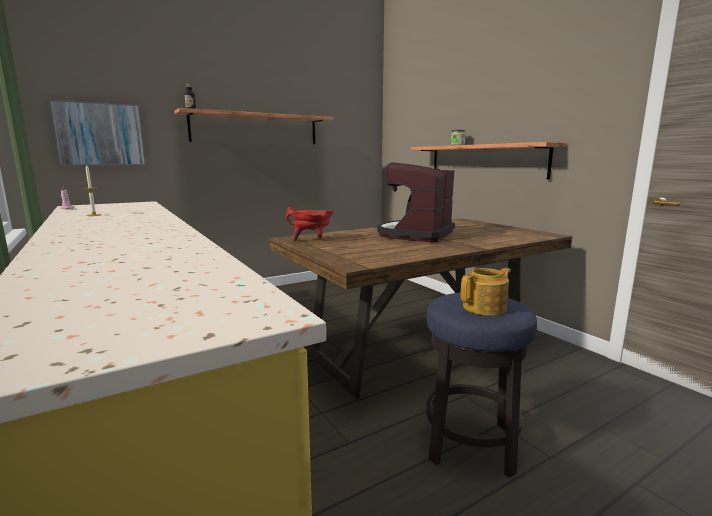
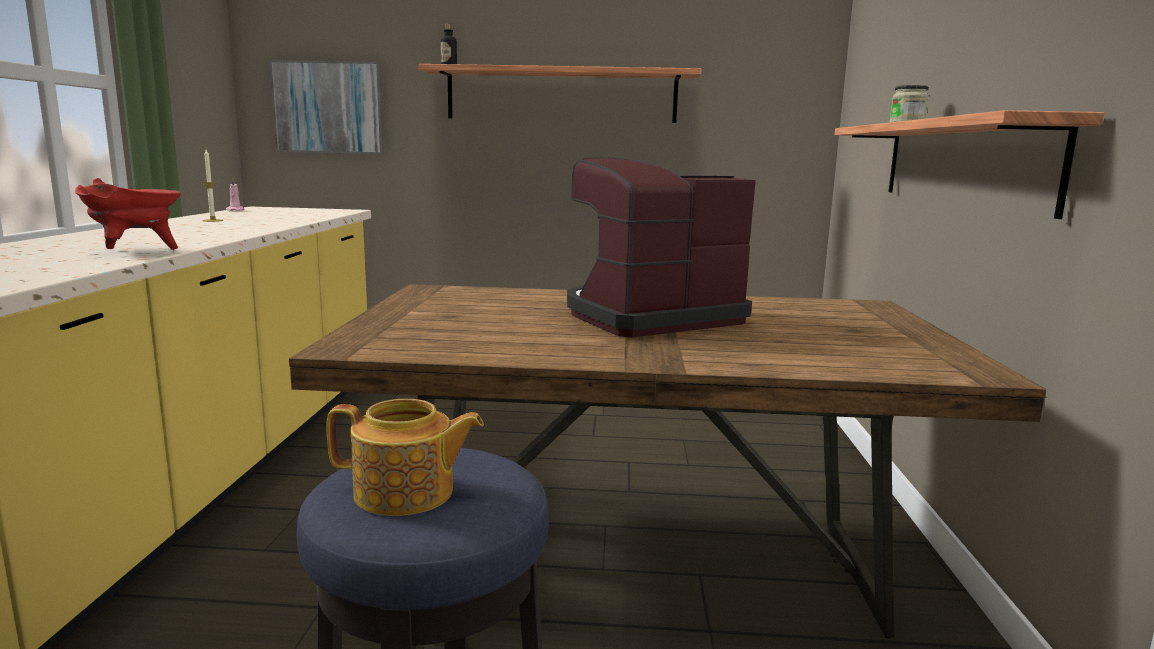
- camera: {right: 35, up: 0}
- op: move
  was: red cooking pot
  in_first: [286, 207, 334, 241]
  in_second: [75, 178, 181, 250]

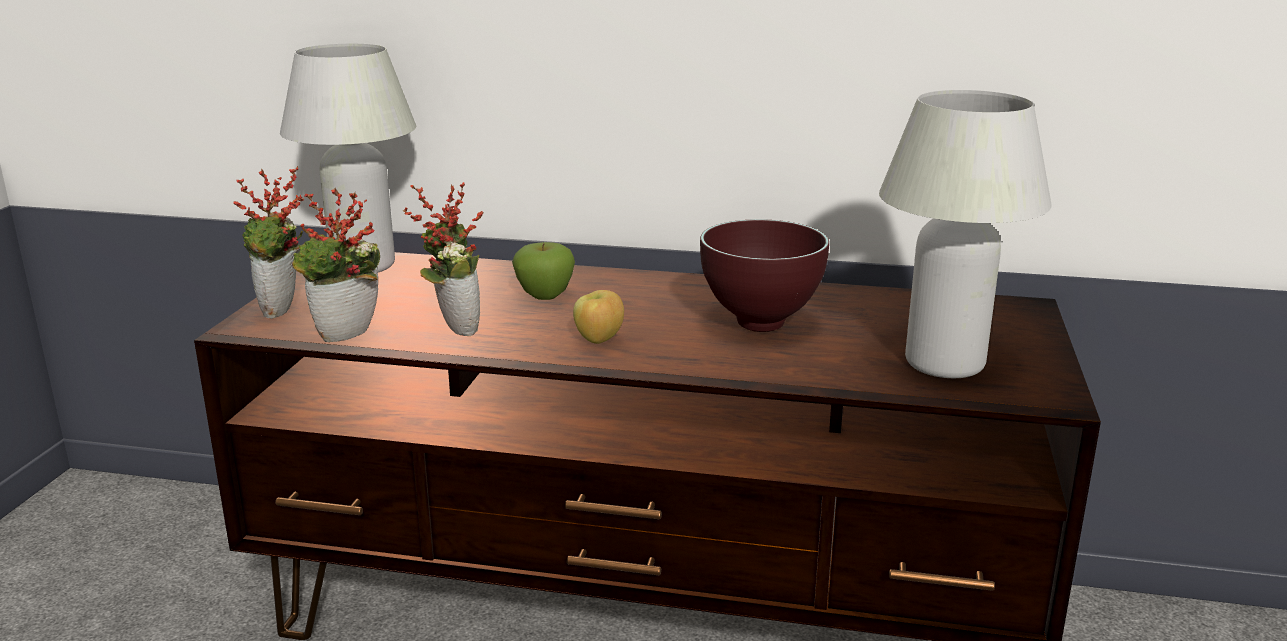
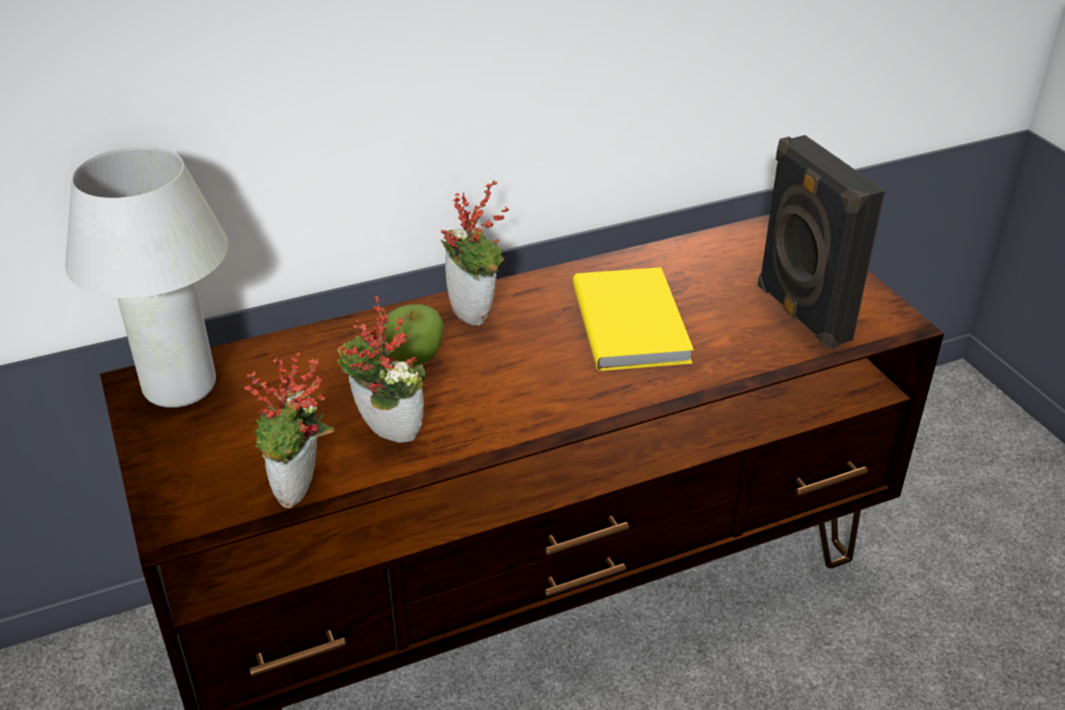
- camera: {right: -35, up: 15}
- op: delete
  was: apple
  in_first: [573, 290, 624, 344]
- op: move
  was: potted plant
  in_first: [233, 166, 304, 319]
  in_second: [441, 180, 510, 326]
- op: replace
  was: brown bowl
  now: yellow book
  in_first: [700, 219, 829, 332]
  in_second: [573, 267, 694, 371]
- op: replace
  was: white table lamp
  now: black speaker
  in_first: [879, 90, 1052, 378]
  in_second: [758, 135, 885, 350]

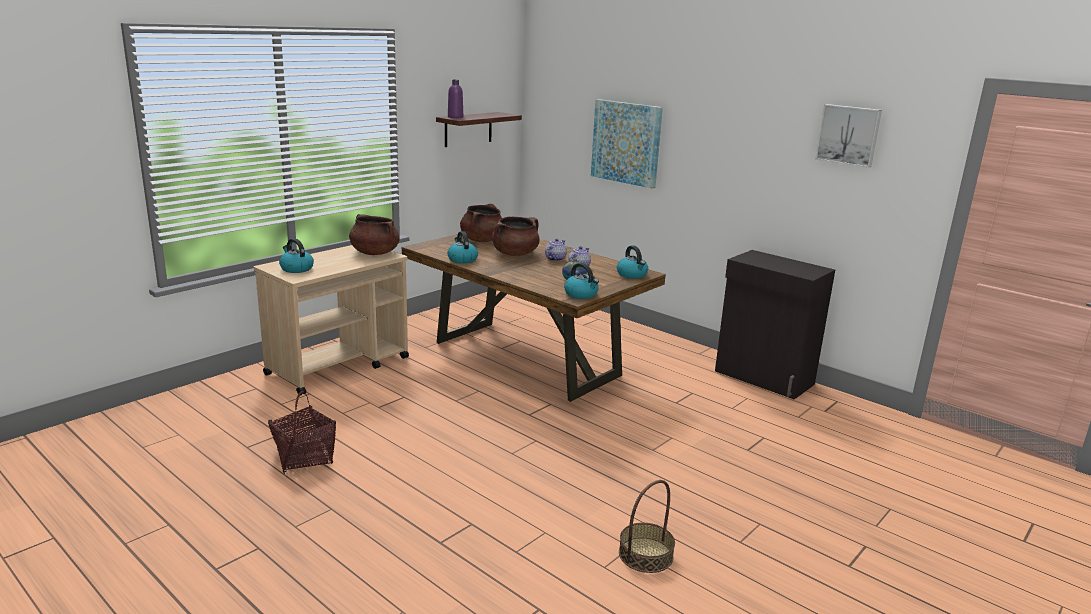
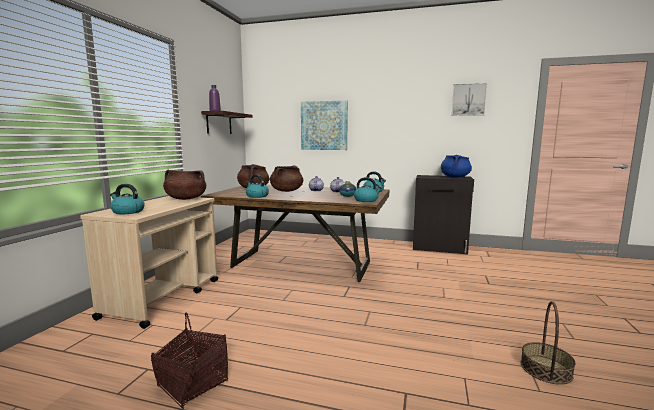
- camera: {right: -25, up: -10}
- op: insert
  now: blue cooking pot
  in_second: [441, 155, 472, 178]

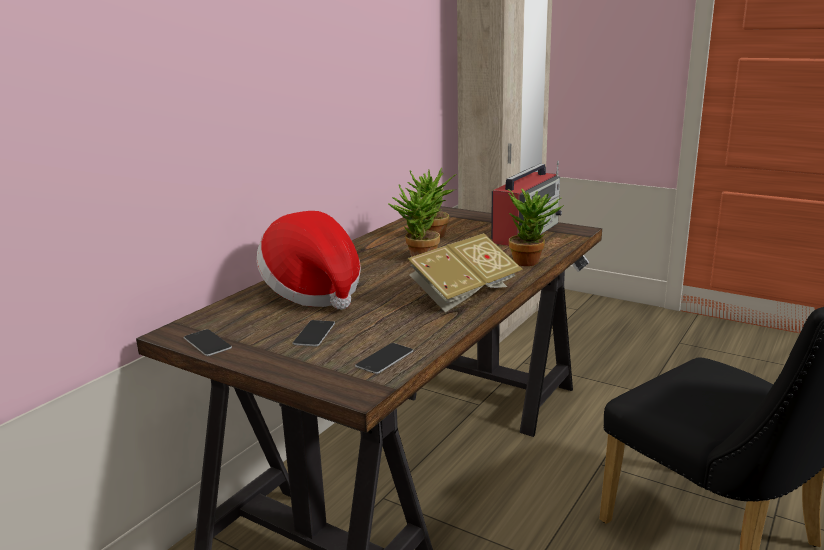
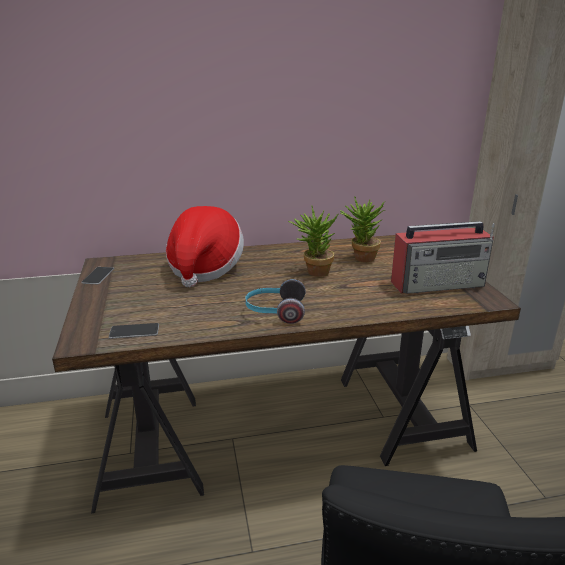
- camera: {right: 45, up: 5}
- op: delete
  was: phone
  in_first: [293, 320, 335, 346]
- op: delete
  was: potted plant
  in_first: [507, 189, 564, 266]
- op: replace
  was: book
  now: headphones
  in_first: [408, 233, 523, 312]
  in_second: [245, 279, 306, 324]

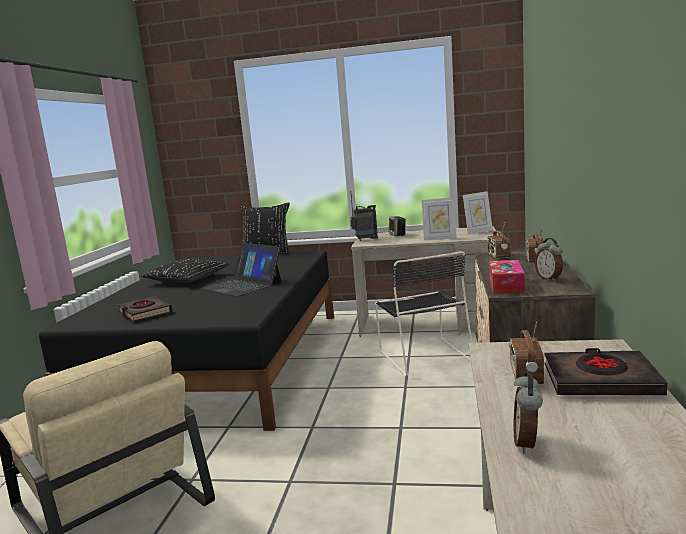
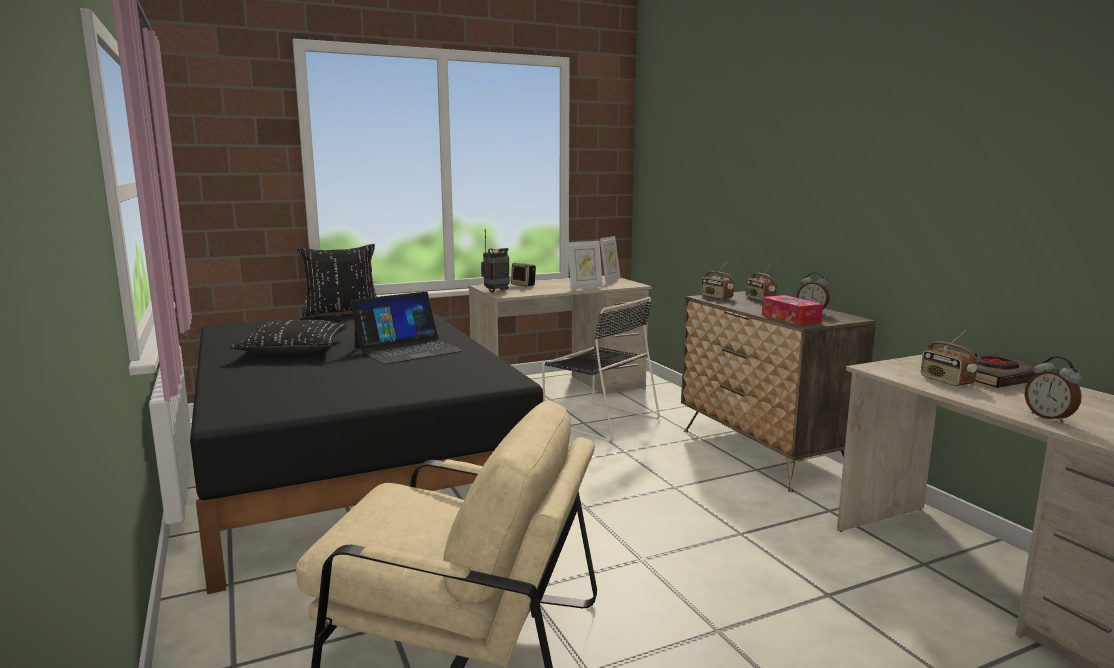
- camera: {right: -35, up: 0}
- op: delete
  was: black book
  in_first: [117, 296, 172, 321]
- op: rotate
  was: laptop
  in_first: [201, 243, 282, 297]
  in_second: [350, 292, 463, 364]
  clockwise: -45

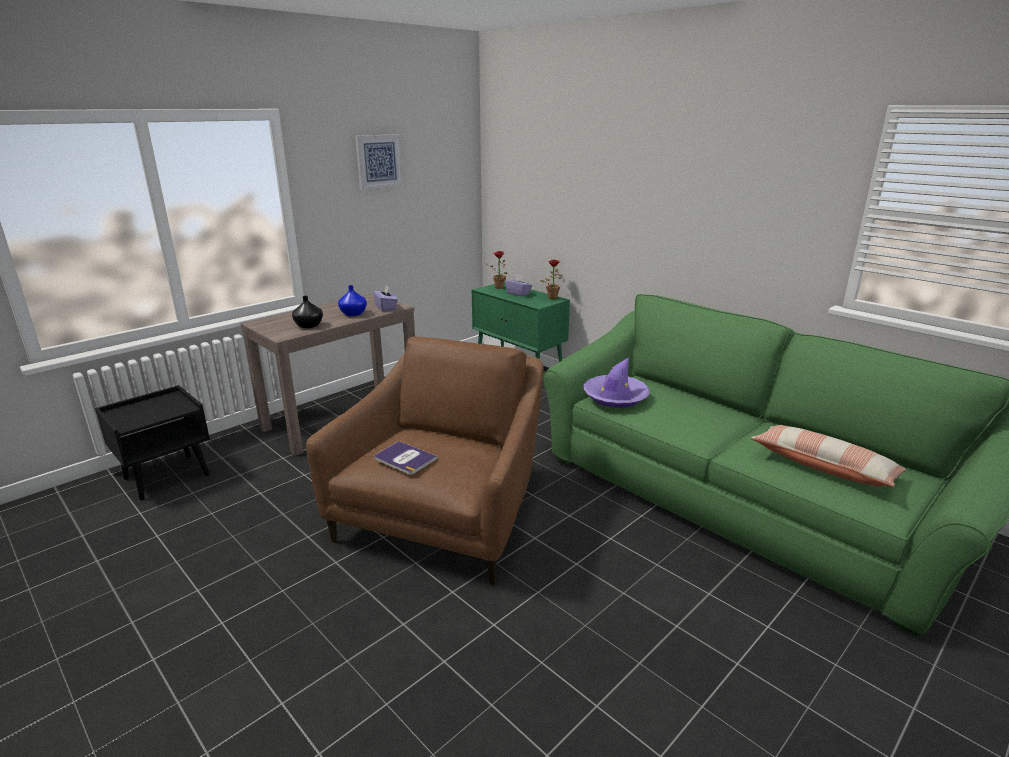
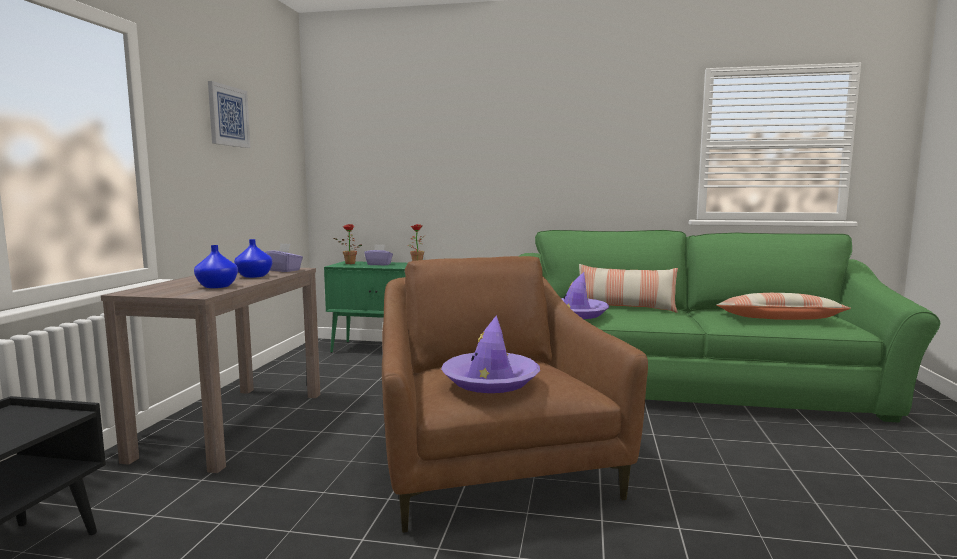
- camera: {right: -35, up: -15}
- op: insert
  now: pillow
  in_second: [579, 264, 678, 313]
- op: replace
  was: book
  now: purple hat
  in_first: [375, 441, 437, 475]
  in_second: [441, 315, 540, 393]
- op: recolor
  was: black vase
  now: blue vase
  in_first: [292, 296, 323, 328]
  in_second: [194, 245, 238, 288]

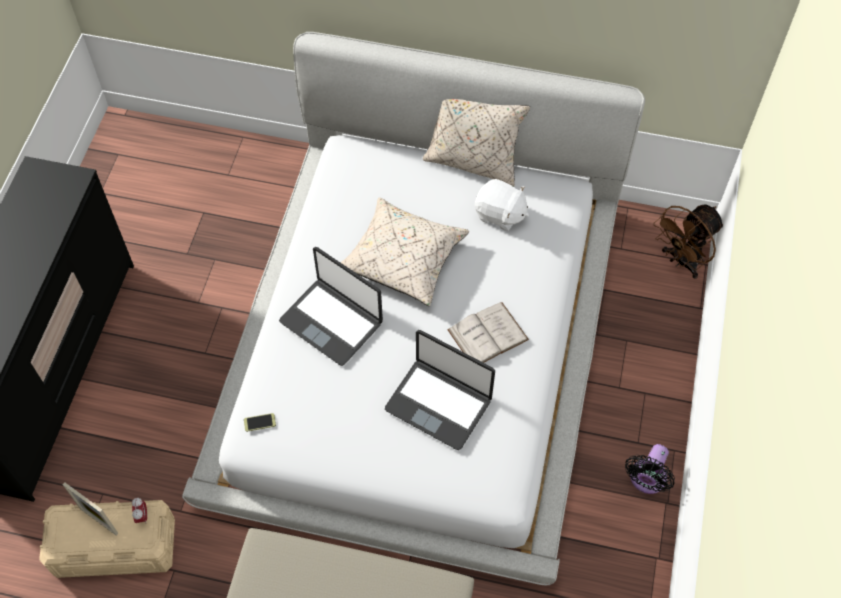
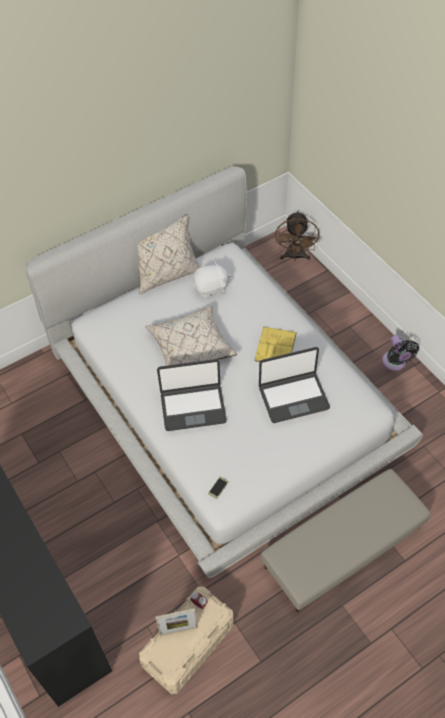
- camera: {right: -45, up: -5}
- op: recolor
  was: white book
  now: yellow book
  in_first: [447, 302, 529, 363]
  in_second: [254, 327, 297, 362]

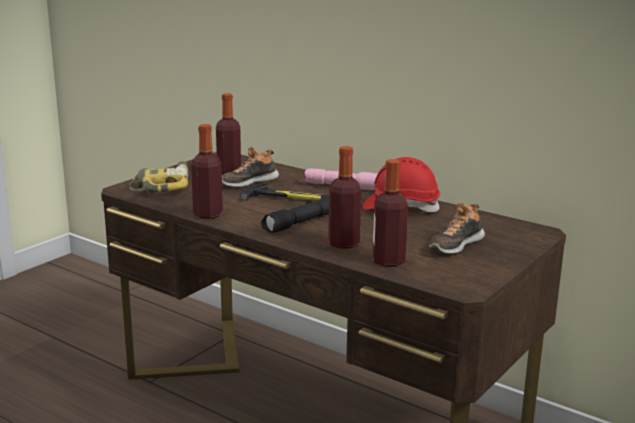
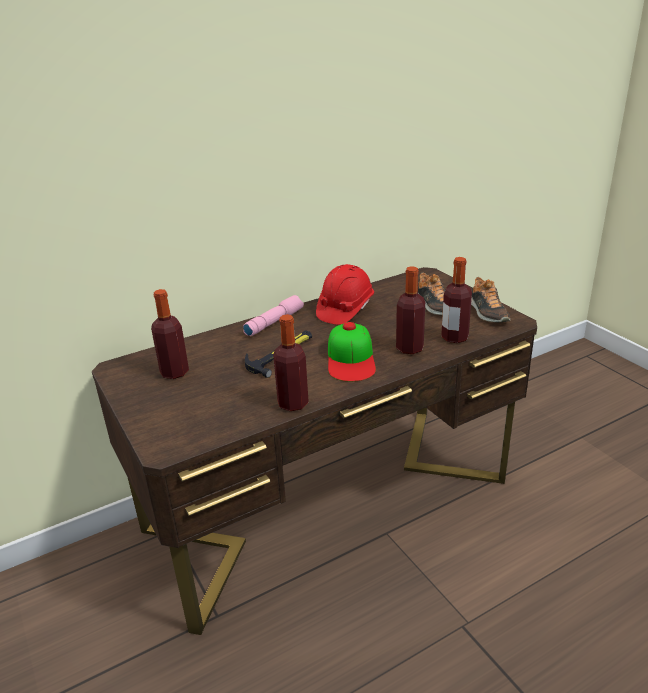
- camera: {right: -65, up: 10}
- op: delete
  was: power drill
  in_first: [129, 161, 188, 193]
- op: move
  was: shoe
  in_first: [222, 147, 279, 187]
  in_second: [471, 277, 510, 323]
- op: replace
  was: black flashlight
  now: cap
  in_first: [261, 197, 329, 233]
  in_second: [328, 322, 376, 382]

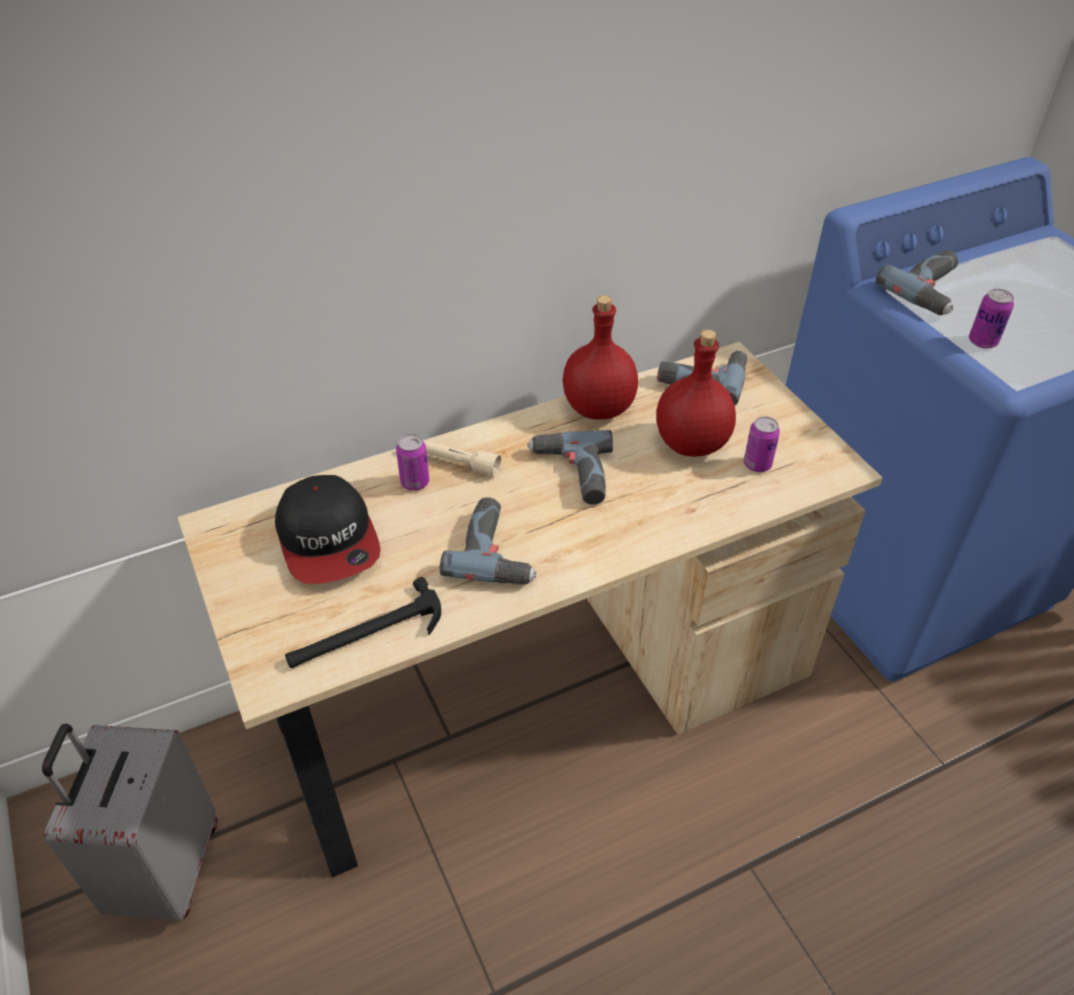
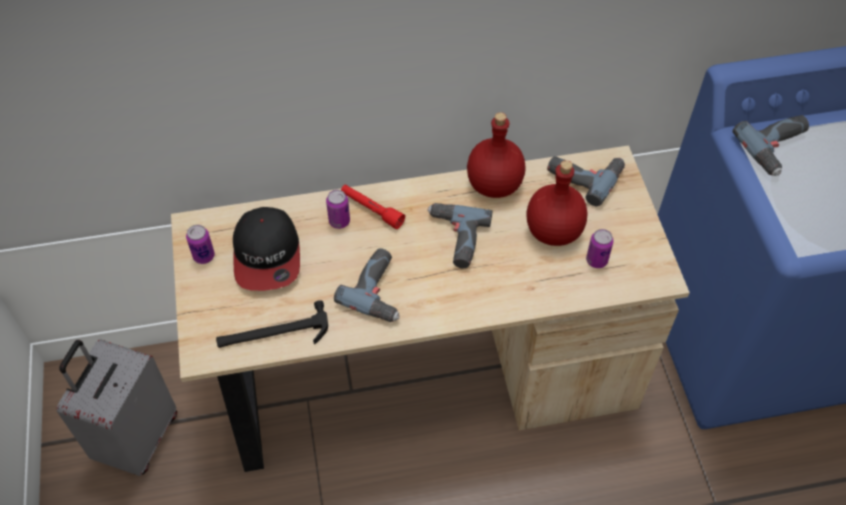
- camera: {right: 15, up: 10}
- op: move
  was: can
  in_first: [969, 289, 1014, 349]
  in_second: [186, 225, 215, 264]
- op: recolor
  was: beige flashlight
  now: red flashlight
  in_first: [423, 440, 501, 477]
  in_second: [341, 185, 405, 229]

